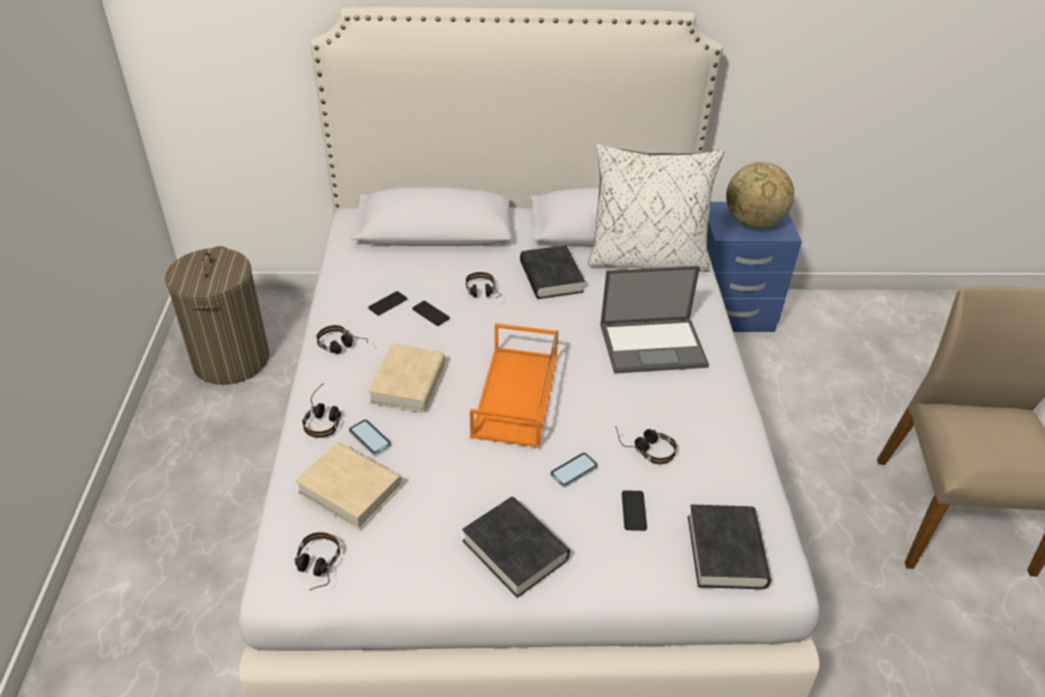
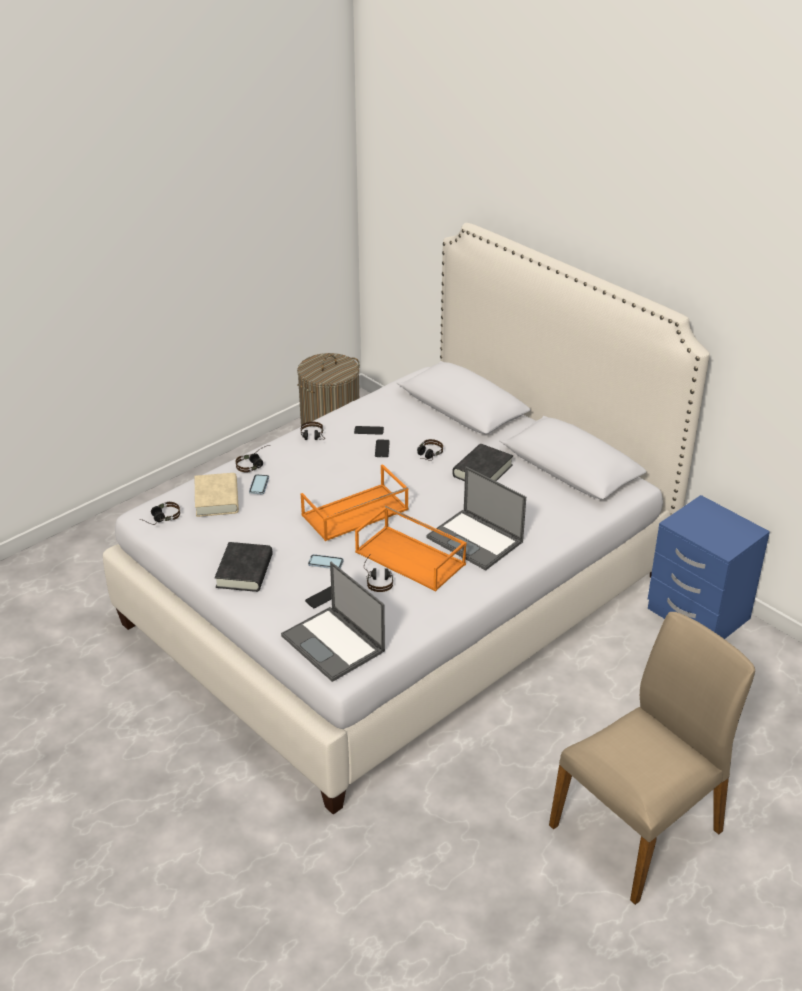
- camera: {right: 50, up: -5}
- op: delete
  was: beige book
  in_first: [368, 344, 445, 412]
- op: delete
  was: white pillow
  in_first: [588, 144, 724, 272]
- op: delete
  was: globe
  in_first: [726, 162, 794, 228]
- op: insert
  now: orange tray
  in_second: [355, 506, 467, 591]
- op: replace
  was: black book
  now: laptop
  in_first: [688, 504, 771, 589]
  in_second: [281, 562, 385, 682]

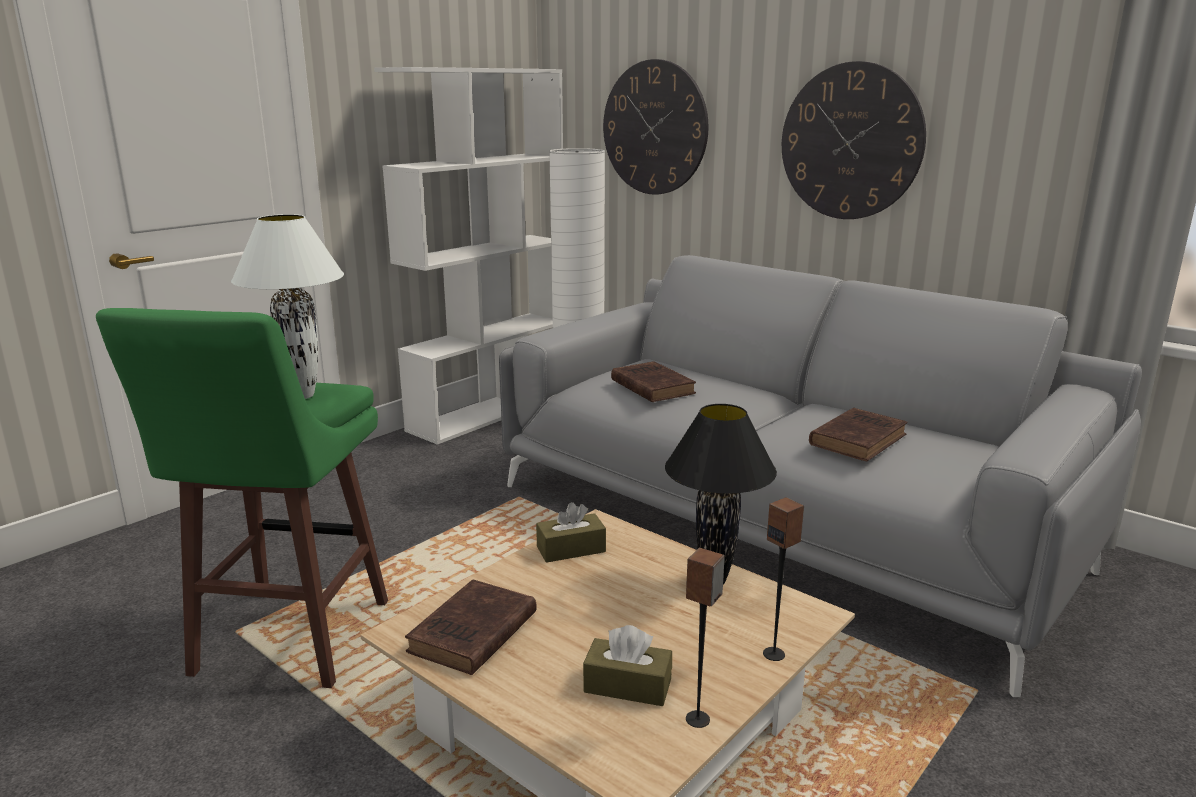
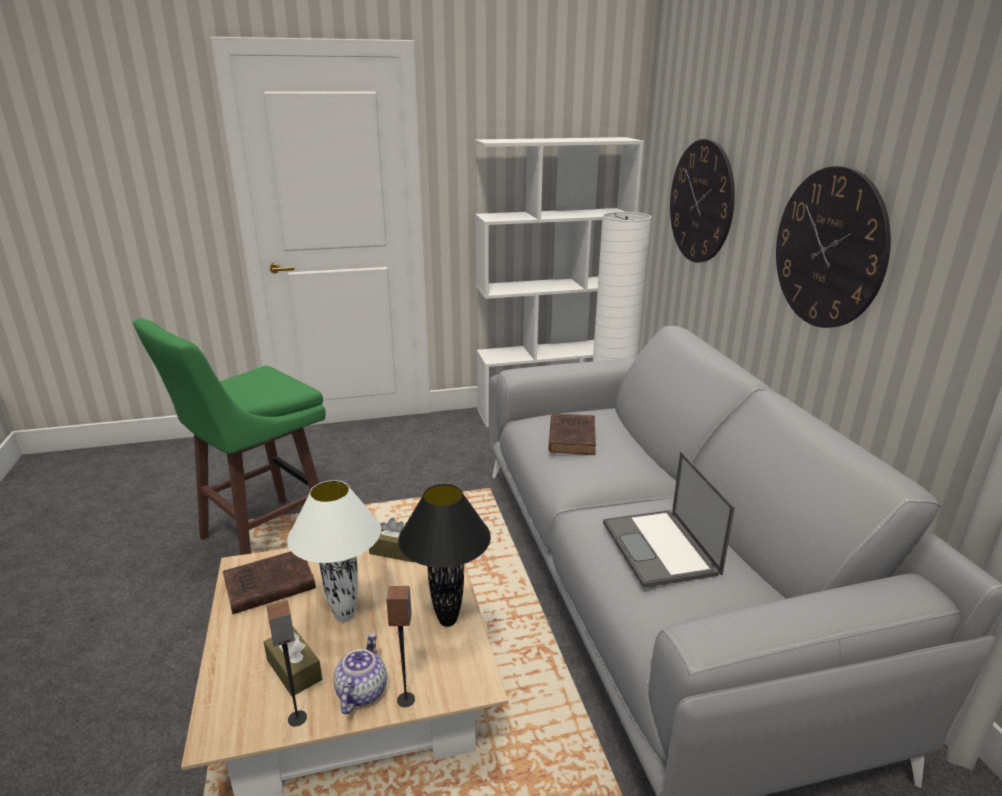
- camera: {right: 35, up: 5}
- op: insert
  now: teapot
  in_second: [333, 633, 387, 714]
- op: move
  was: white table lamp
  in_first: [231, 214, 344, 399]
  in_second: [287, 480, 381, 622]
- op: replace
  was: brown book
  now: laptop
  in_first: [809, 408, 908, 461]
  in_second: [603, 451, 735, 588]

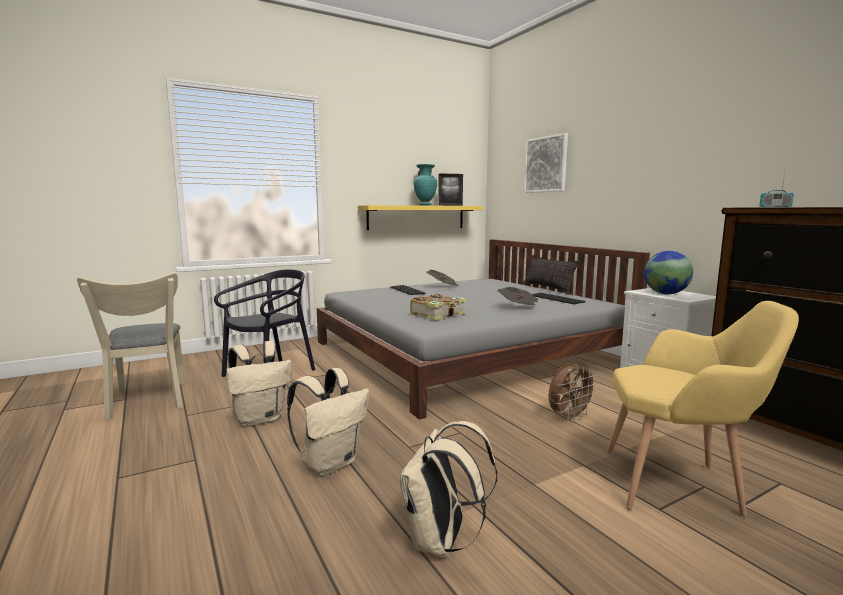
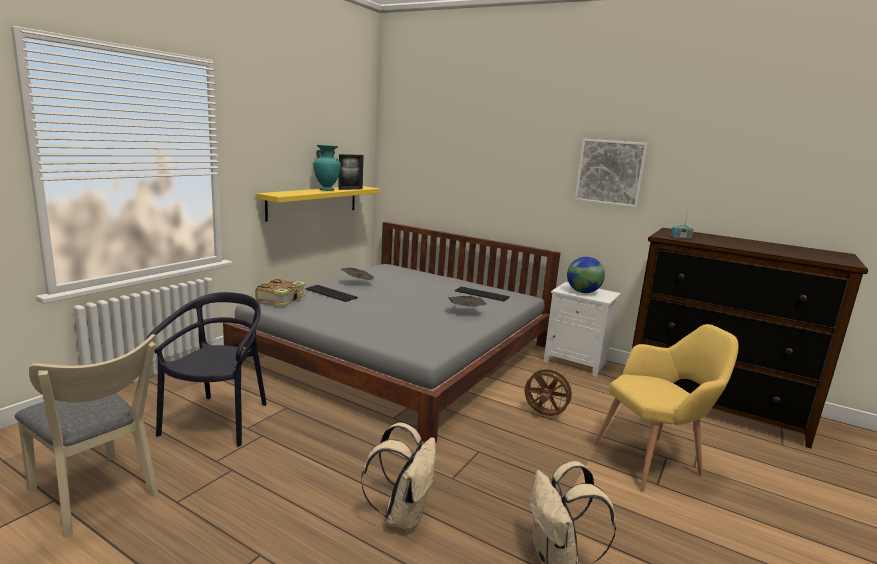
- camera: {right: -30, up: 5}
- op: delete
  was: beige backpack
  in_first: [227, 341, 292, 427]
- op: delete
  was: pillow
  in_first: [523, 255, 580, 294]
- op: move
  was: book
  in_first: [410, 294, 466, 320]
  in_second: [255, 279, 306, 306]
- op: move
  was: picture
  in_first: [524, 133, 568, 193]
  in_second: [575, 139, 648, 208]
- op: rotate
  was: brown fan
  in_first: [549, 363, 598, 422]
  in_second: [525, 366, 575, 416]
  clockwise: -90

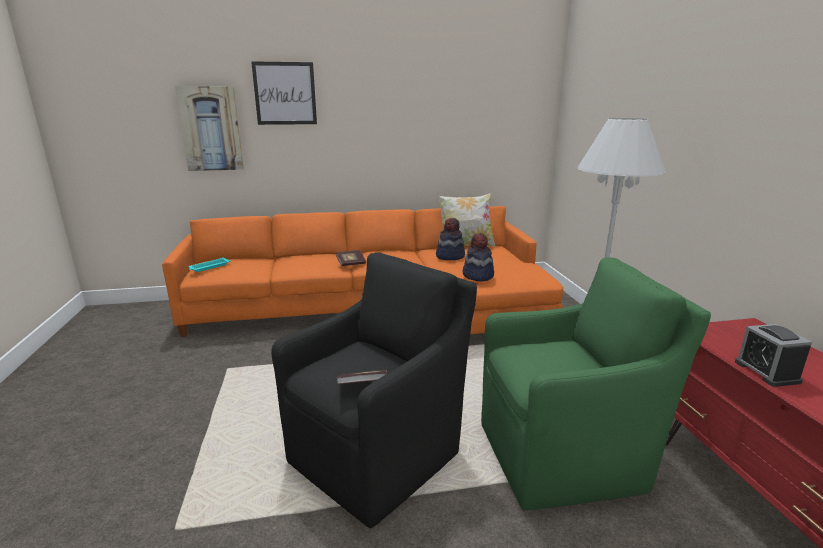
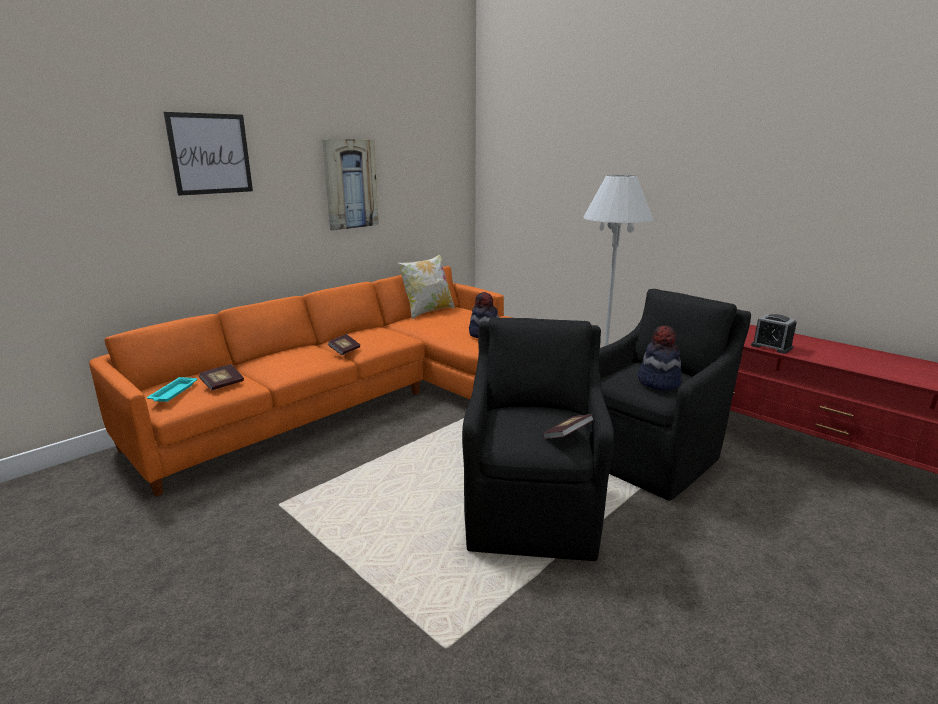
- camera: {right: -35, up: 0}
- op: insert
  now: book
  in_second: [199, 364, 244, 391]
- op: move
  was: picture
  in_first: [175, 86, 244, 171]
  in_second: [322, 139, 379, 231]
- op: move
  was: hat
  in_first: [436, 218, 465, 260]
  in_second: [638, 325, 682, 390]
- op: recolor
  was: green armchair
  now: black armchair
  in_first: [481, 257, 711, 510]
  in_second: [599, 289, 751, 501]

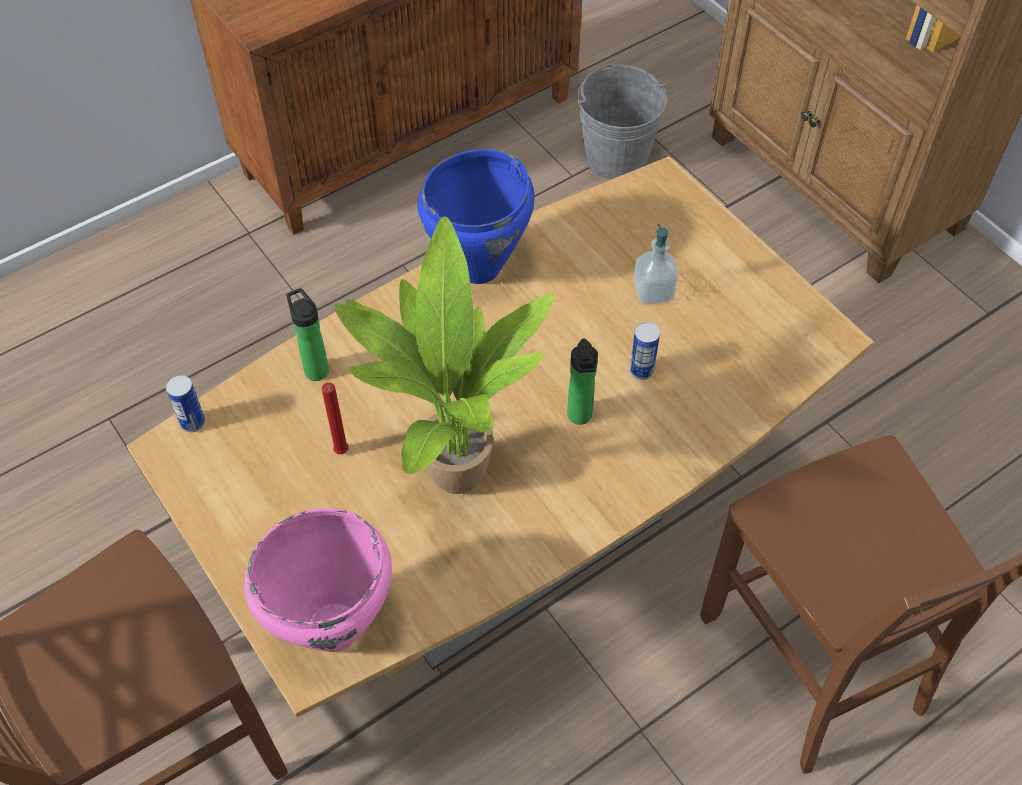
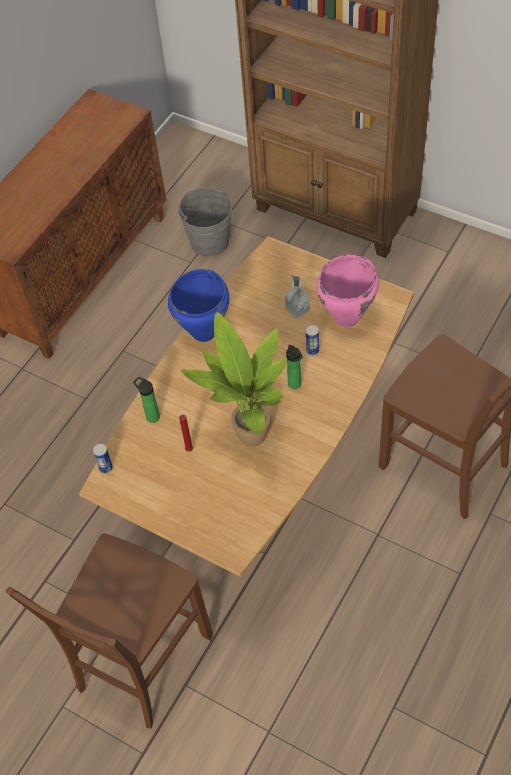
- camera: {right: -20, up: 0}
- op: move
  was: pink cooking pot
  in_first: [244, 508, 392, 652]
  in_second: [316, 254, 379, 327]

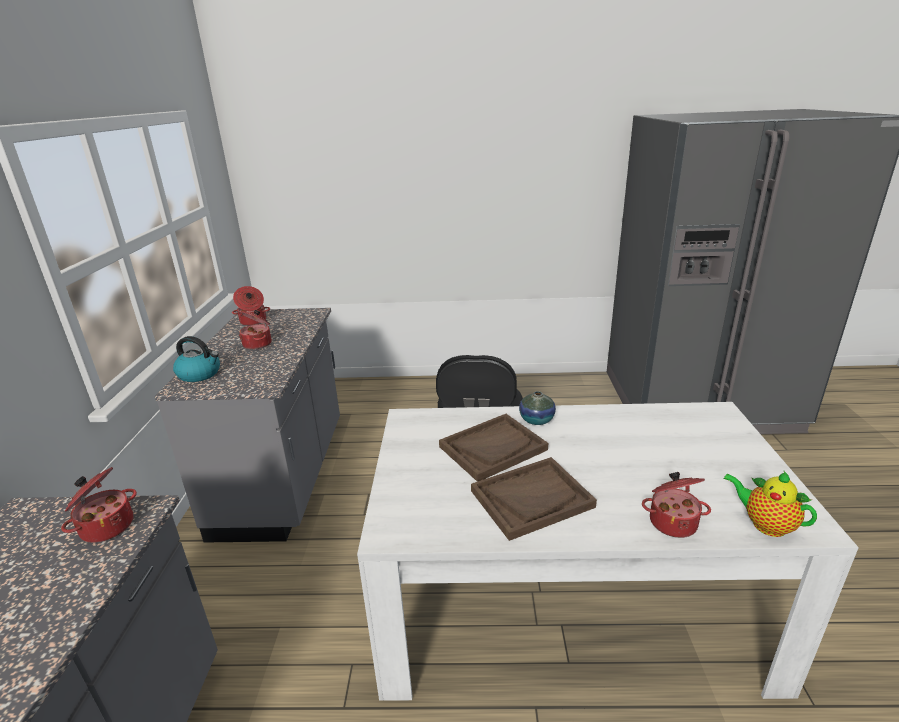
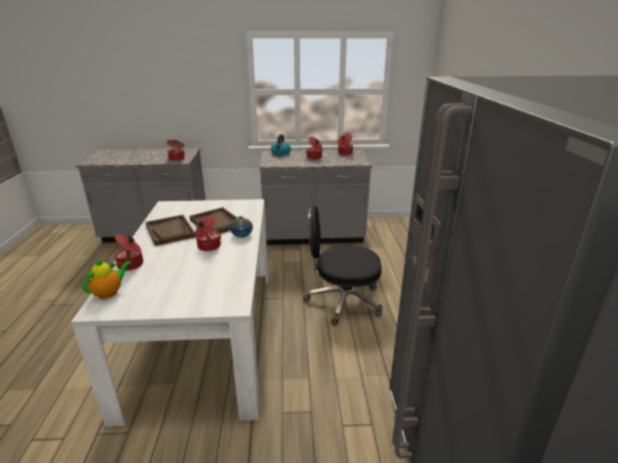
- camera: {right: 85, up: 0}
- op: insert
  now: cooking pot
  in_second: [195, 216, 221, 251]

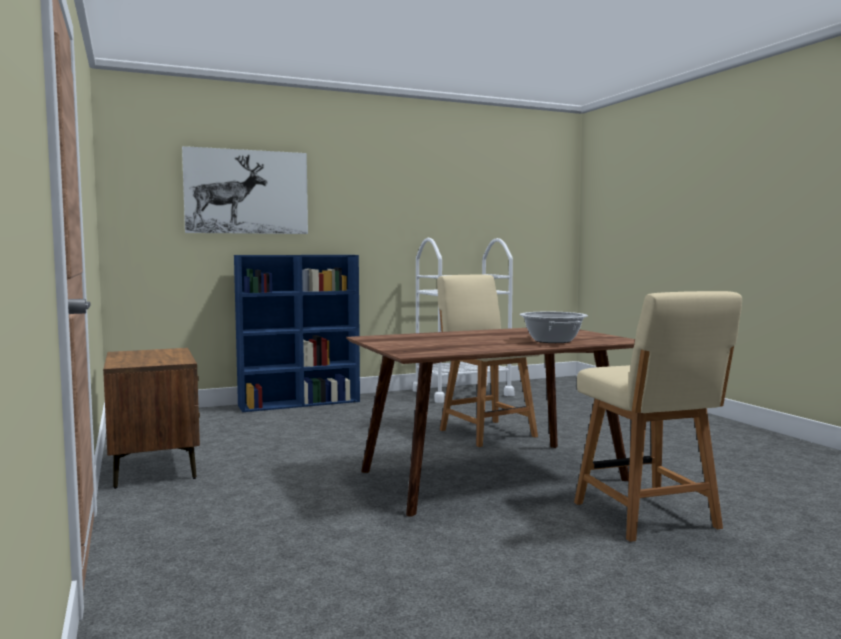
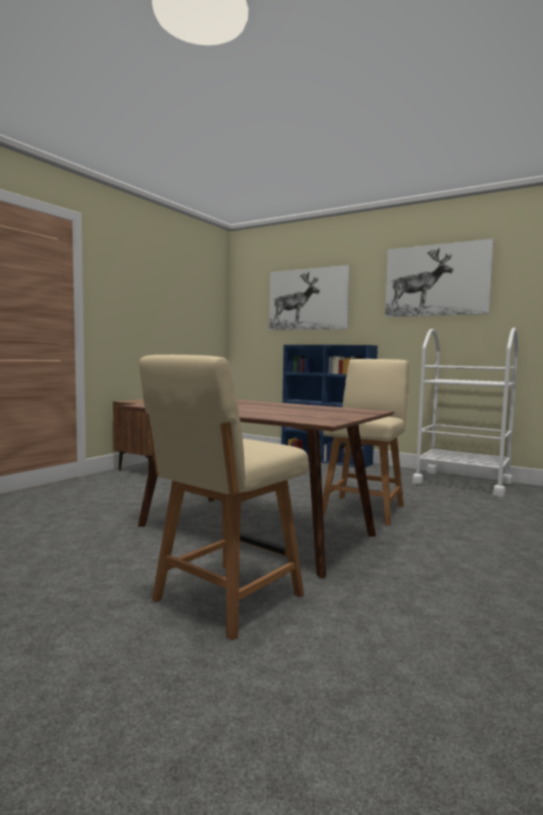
- camera: {right: 55, up: 0}
- op: delete
  was: cooking pot
  in_first: [520, 312, 588, 343]
- op: insert
  now: picture
  in_second: [385, 239, 494, 317]

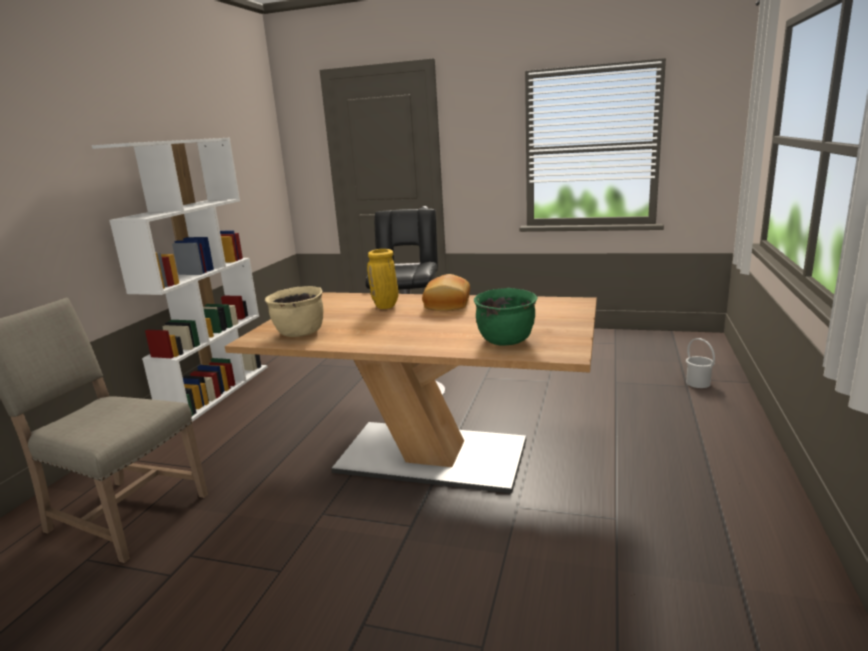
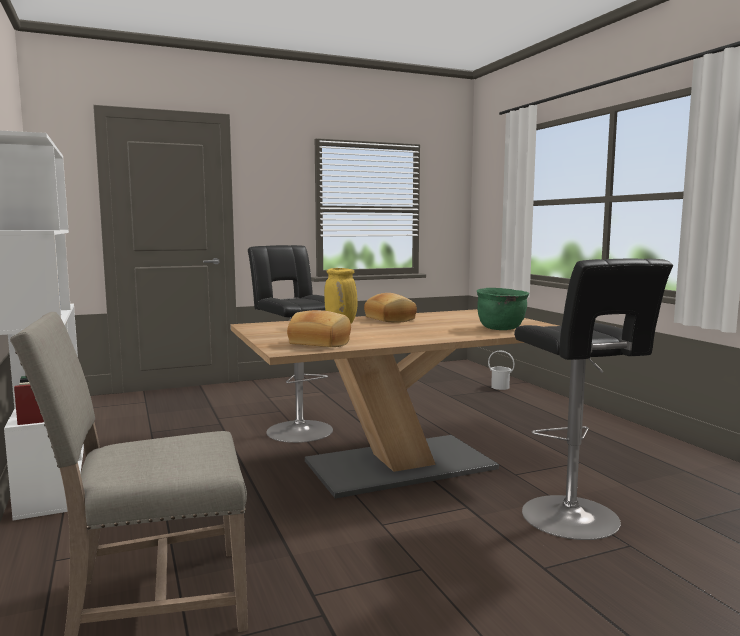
- camera: {right: -40, up: -10}
- op: insert
  now: black stool
  in_second: [514, 259, 673, 540]
- op: replace
  was: beige cooking pot
  now: bread
  in_first: [265, 286, 323, 337]
  in_second: [287, 310, 351, 347]

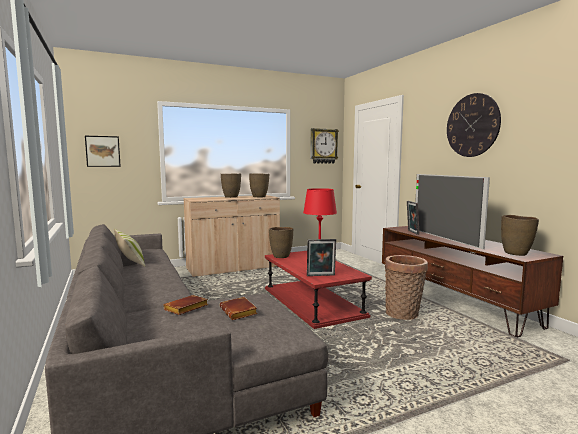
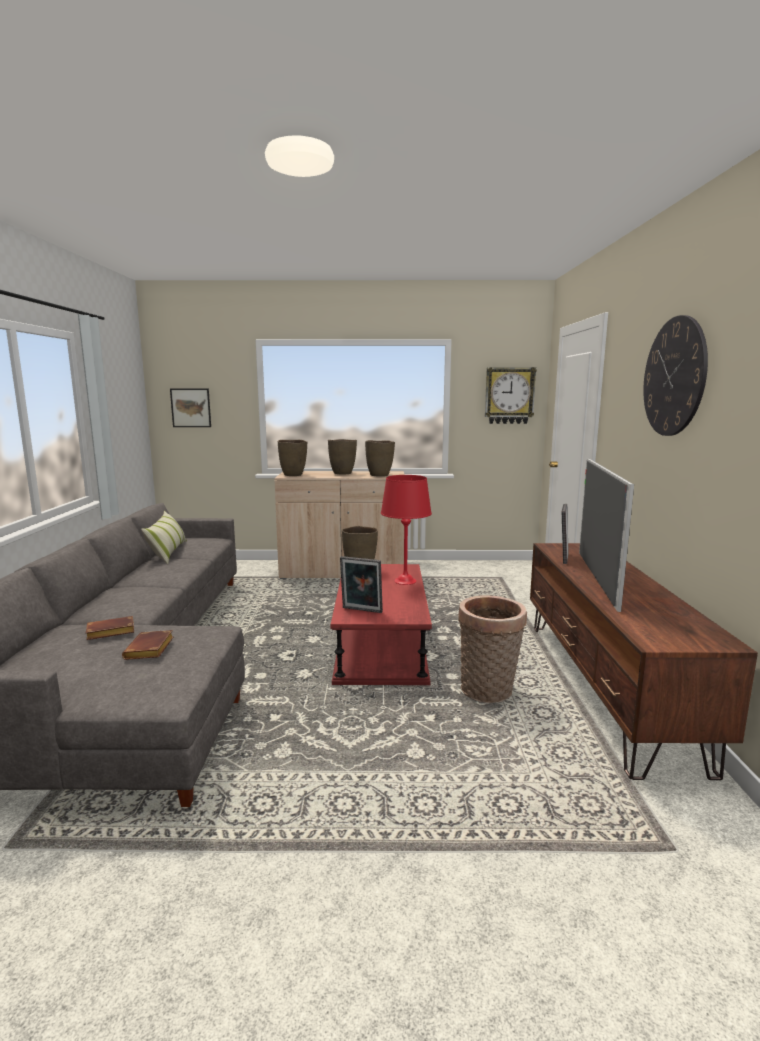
- camera: {right: 25, up: 5}
- op: move
  was: brown vase
  in_first: [501, 215, 539, 256]
  in_second: [278, 440, 307, 476]

